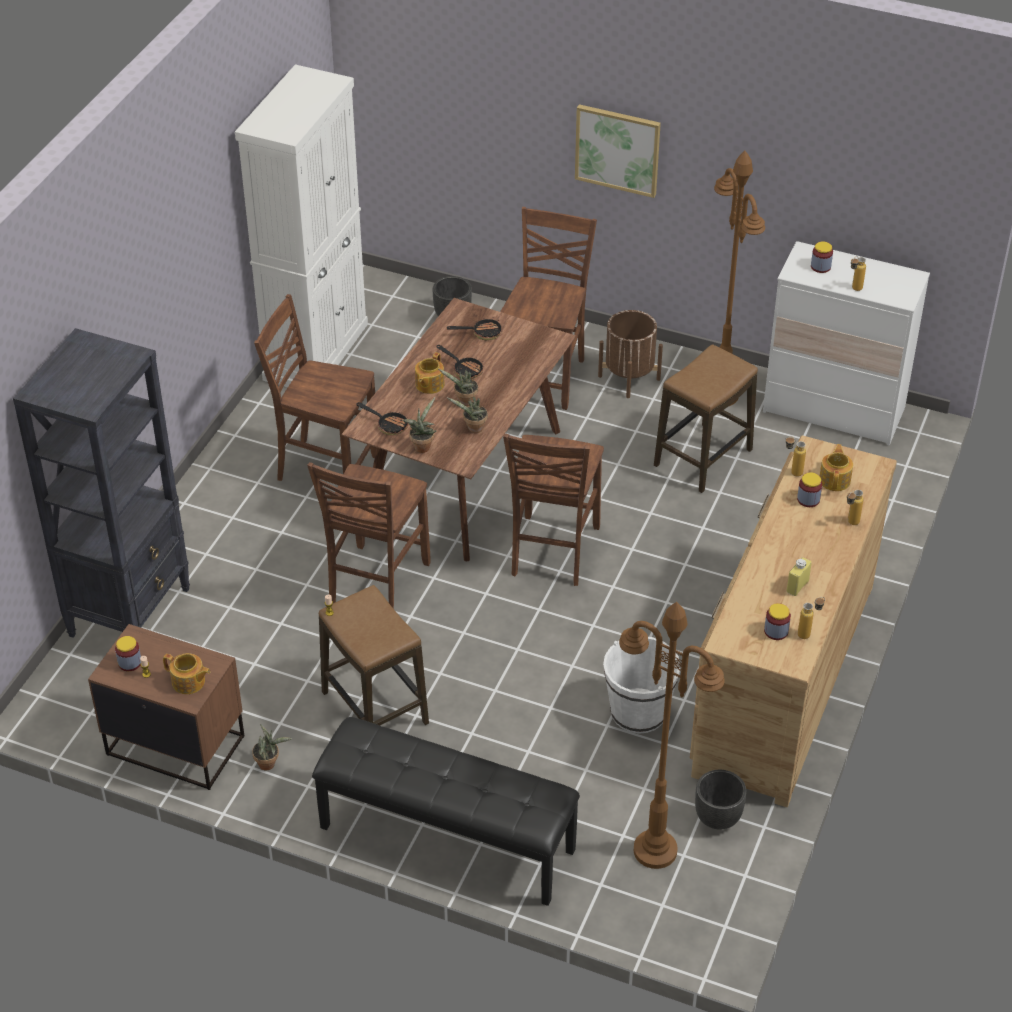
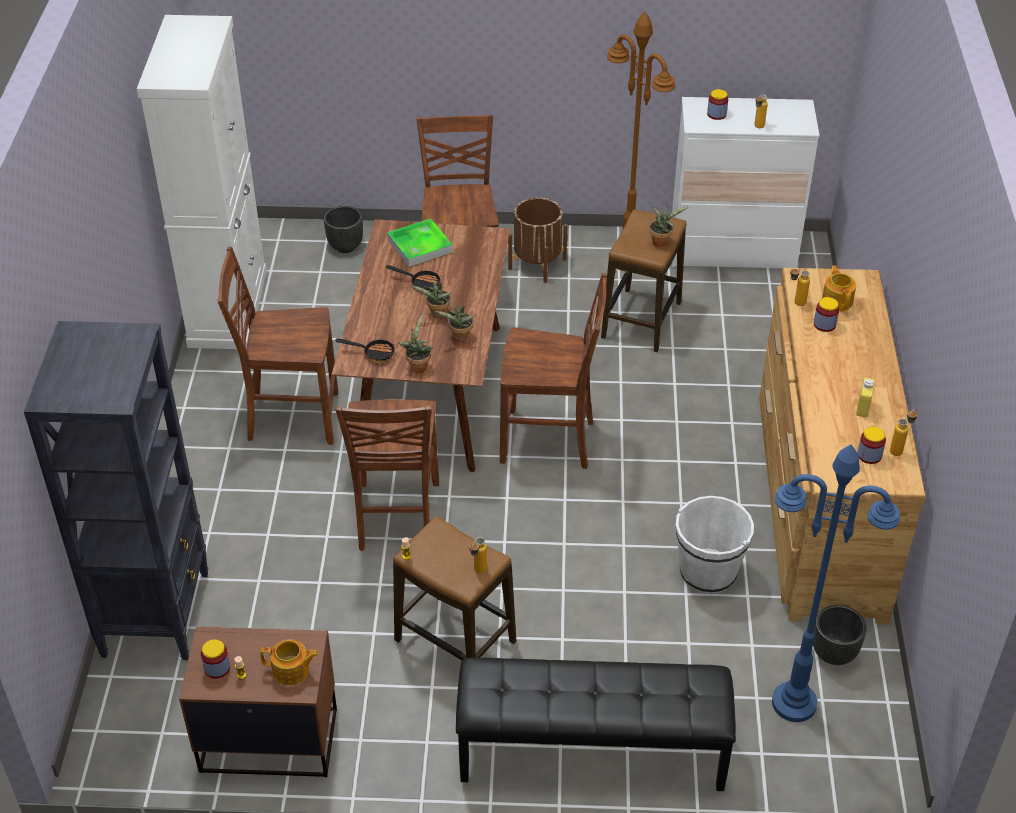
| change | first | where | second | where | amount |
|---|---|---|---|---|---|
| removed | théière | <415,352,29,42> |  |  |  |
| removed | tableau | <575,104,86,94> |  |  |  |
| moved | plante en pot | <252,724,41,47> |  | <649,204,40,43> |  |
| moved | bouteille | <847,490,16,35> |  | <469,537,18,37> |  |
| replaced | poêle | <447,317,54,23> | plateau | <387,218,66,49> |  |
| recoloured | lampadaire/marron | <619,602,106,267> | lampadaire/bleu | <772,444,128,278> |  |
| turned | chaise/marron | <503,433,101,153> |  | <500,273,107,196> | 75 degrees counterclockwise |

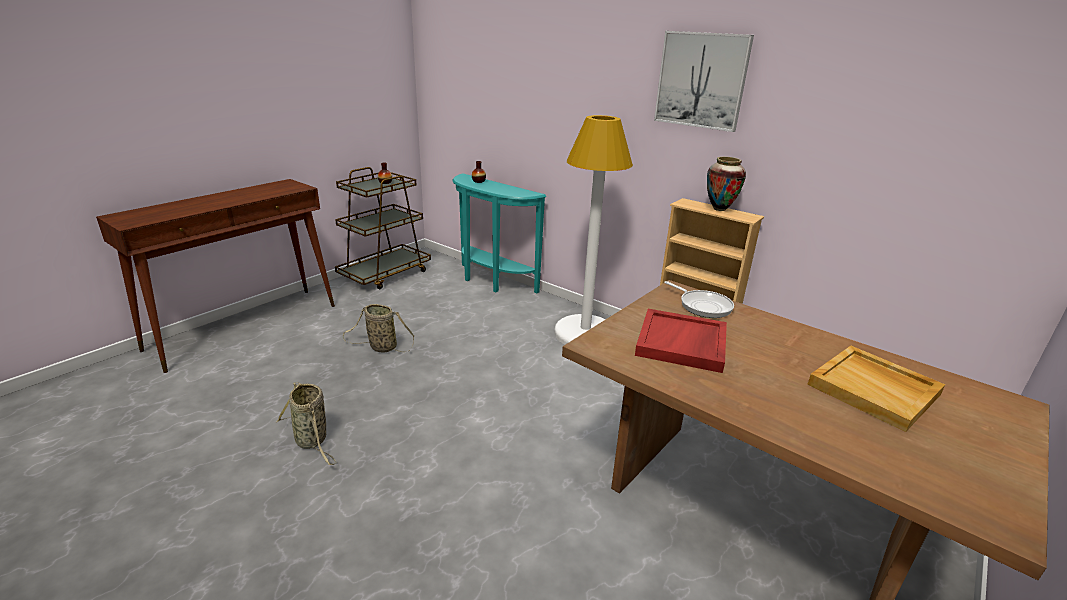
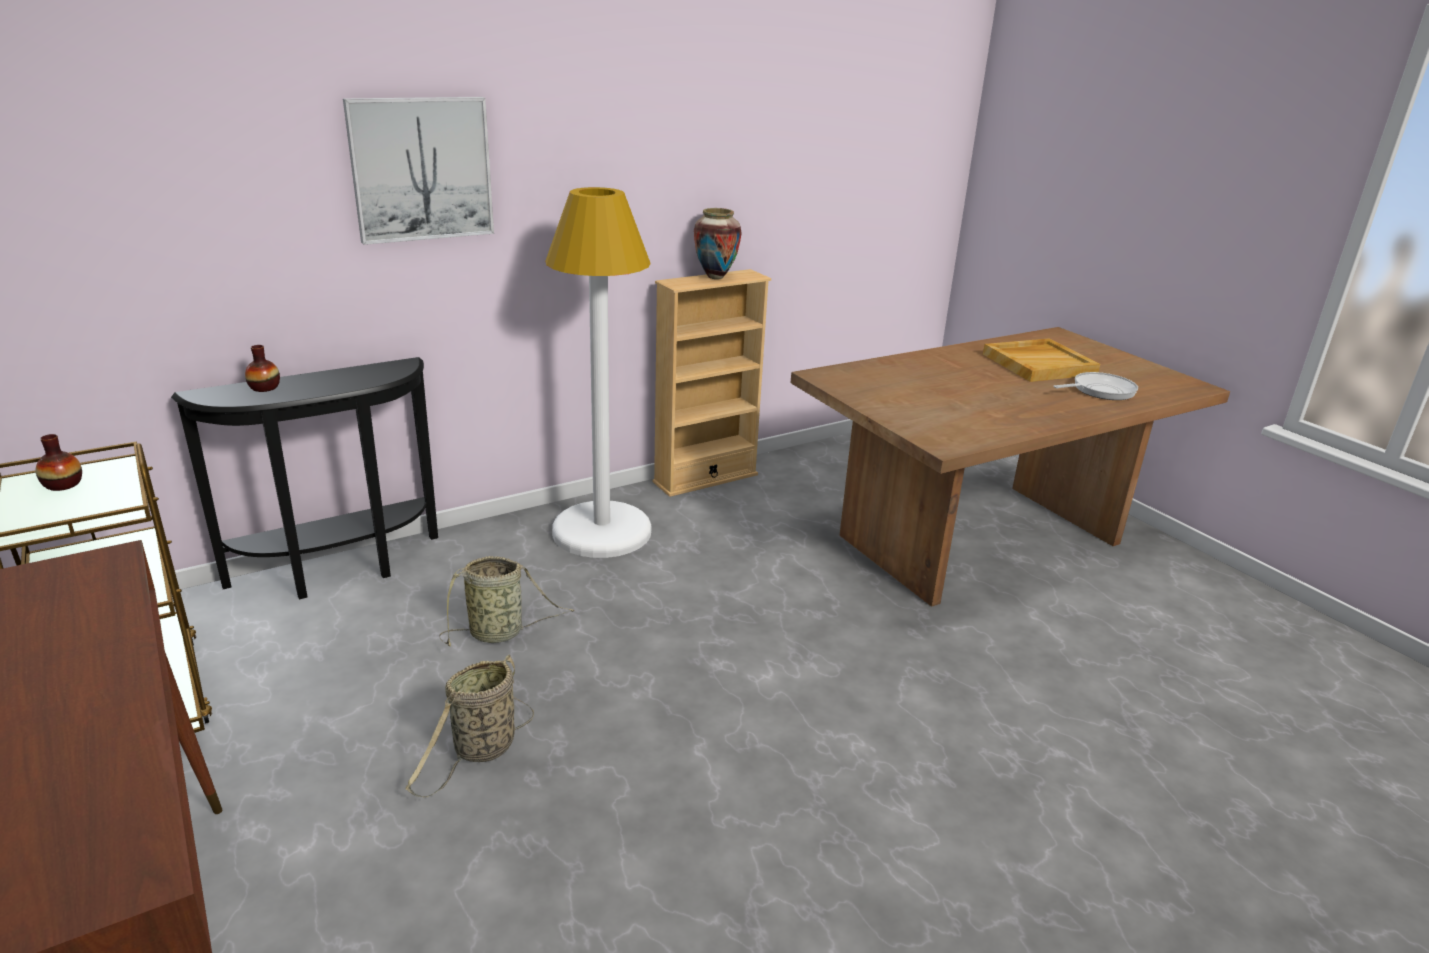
| change | first | where | second | where | amount |
|---|---|---|---|---|---|
| removed | plateau/rouge | <635,309,92,64> |  |  |  |
| moved | panier | <276,382,61,83> |  | <439,556,136,90> |  |
| moved | tableau | <654,31,100,101> |  | <343,97,151,148> |  |
| moved | poêle | <664,281,70,37> |  | <1054,372,84,28> |  |
| recoloured | table console/turquoise | <452,173,94,120> | table console/noir | <171,357,267,242> |  |

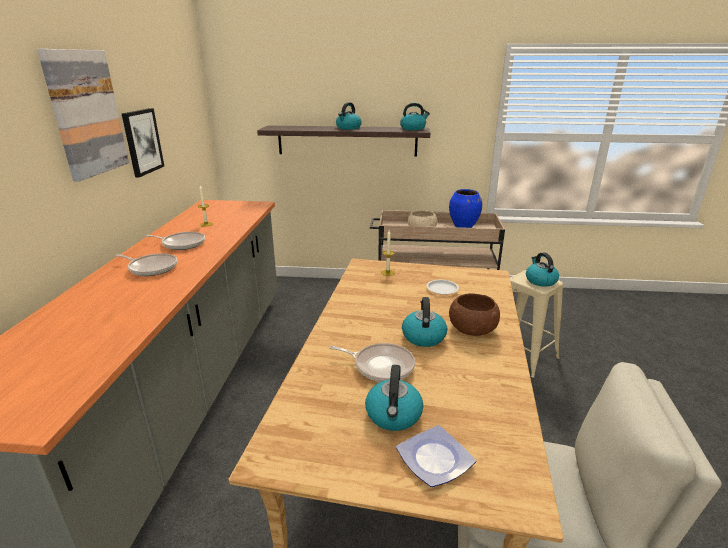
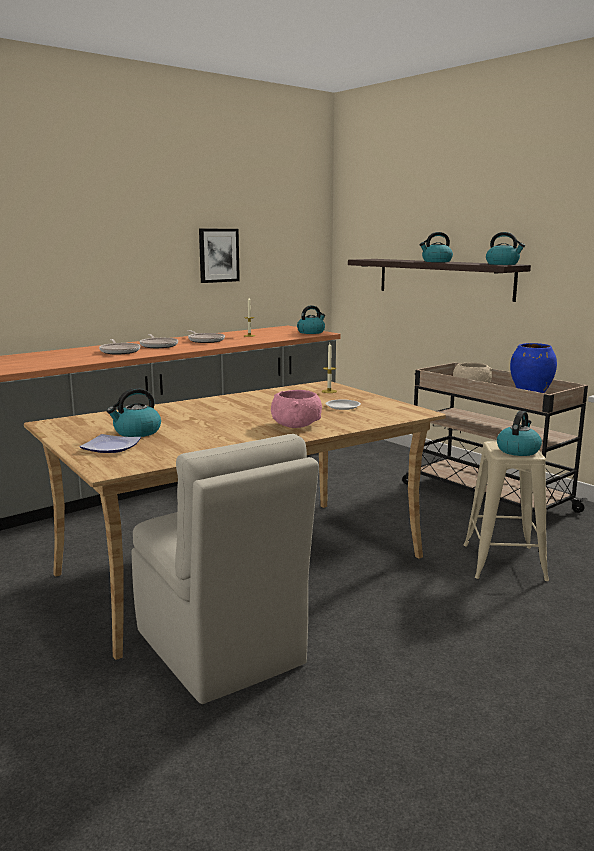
| change | first | where | second | where | amount |
|---|---|---|---|---|---|
| removed | tableau | <37,49,92,132> |  |  |  |
| moved | poêle | <329,343,86,39> |  | <99,339,41,15> |  |
| moved | bouilloire | <402,297,45,50> |  | <297,305,28,29> |  |
| recoloured | bol/marron | <449,293,51,43> | bol/rose | <271,390,51,38> |  |

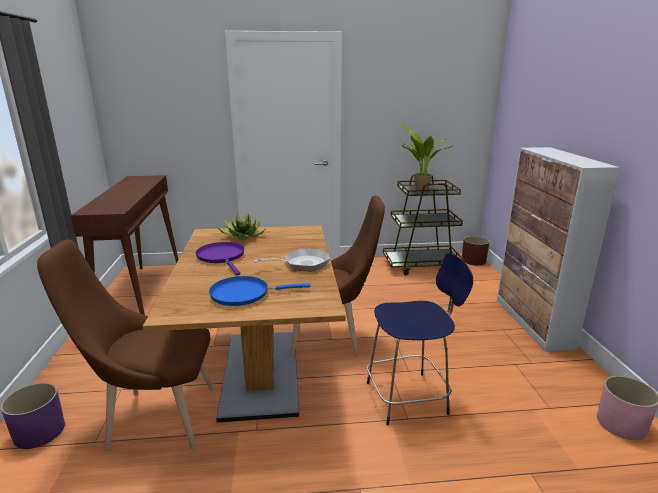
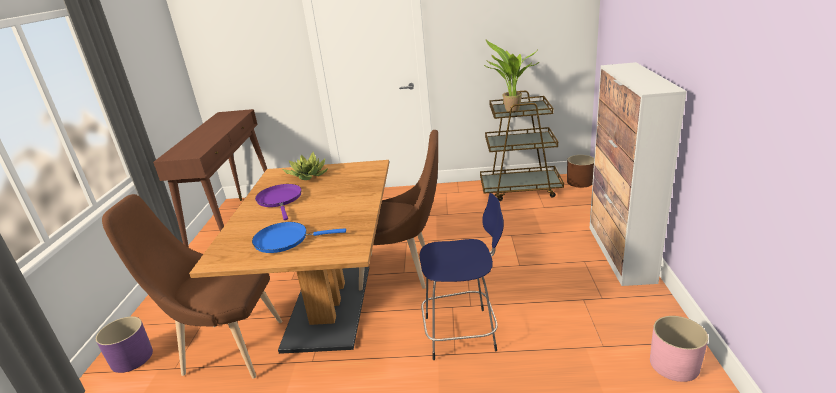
| change | first | where | second | where | amount |
|---|---|---|---|---|---|
| removed | poêle | <253,249,77,22> |  |  |  |

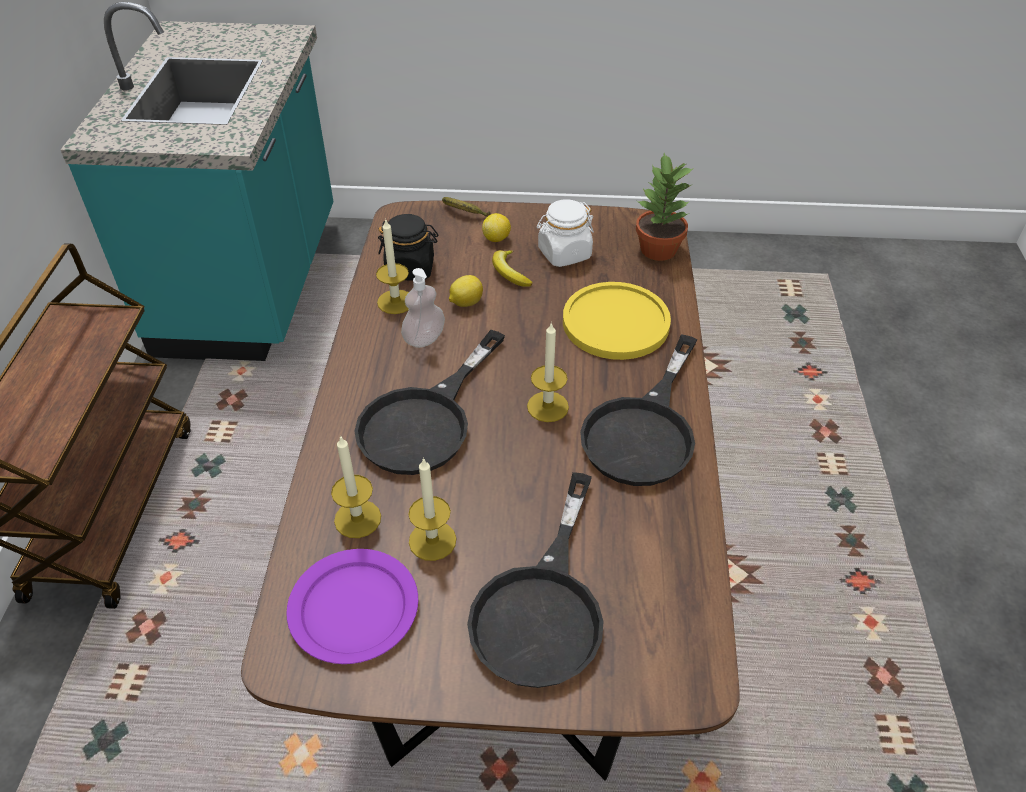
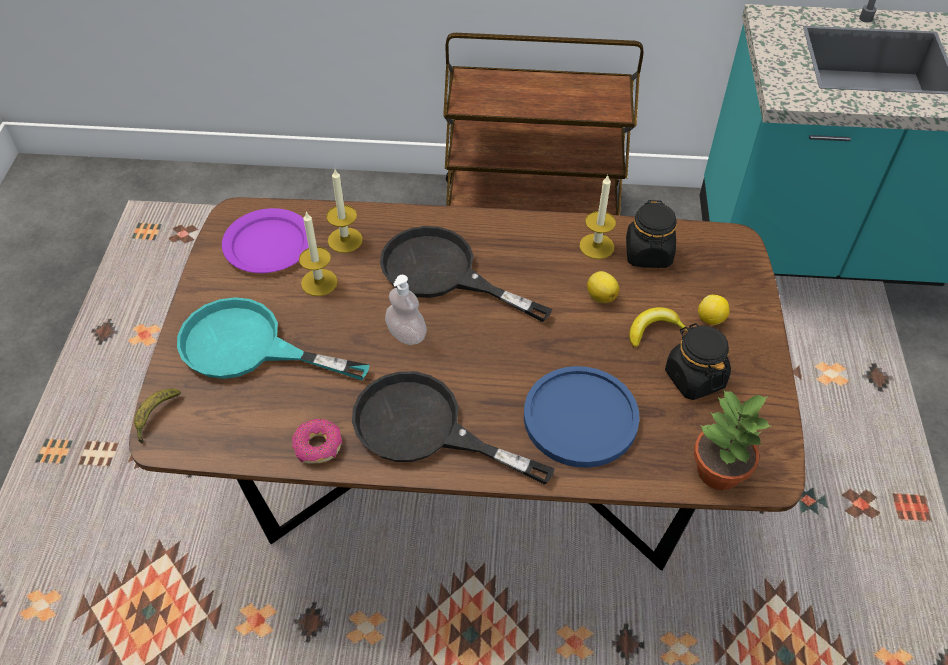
| change | first | where | second | where | amount |
|---|---|---|---|---|---|
| removed | bougie | <527,322,42,100> |  |  |  |
| added |  |  | beignet | <292,419,51,45> |  |
| moved | distributeur de savon | <401,268,44,80> |  | <385,275,42,70> |  |
| moved | banane | <442,197,49,20> |  | <134,388,47,56> |  |
| recoloured | poêle/noir | <467,472,137,216> | poêle/turquoise | <177,297,193,83> |  |
| recoloured | bocal/blanc | <537,199,57,68> | bocal/noir | <665,323,66,77> |  |
| recoloured | assiette/jaune | <563,282,108,78> | assiette/bleu | <524,366,116,102> |  |

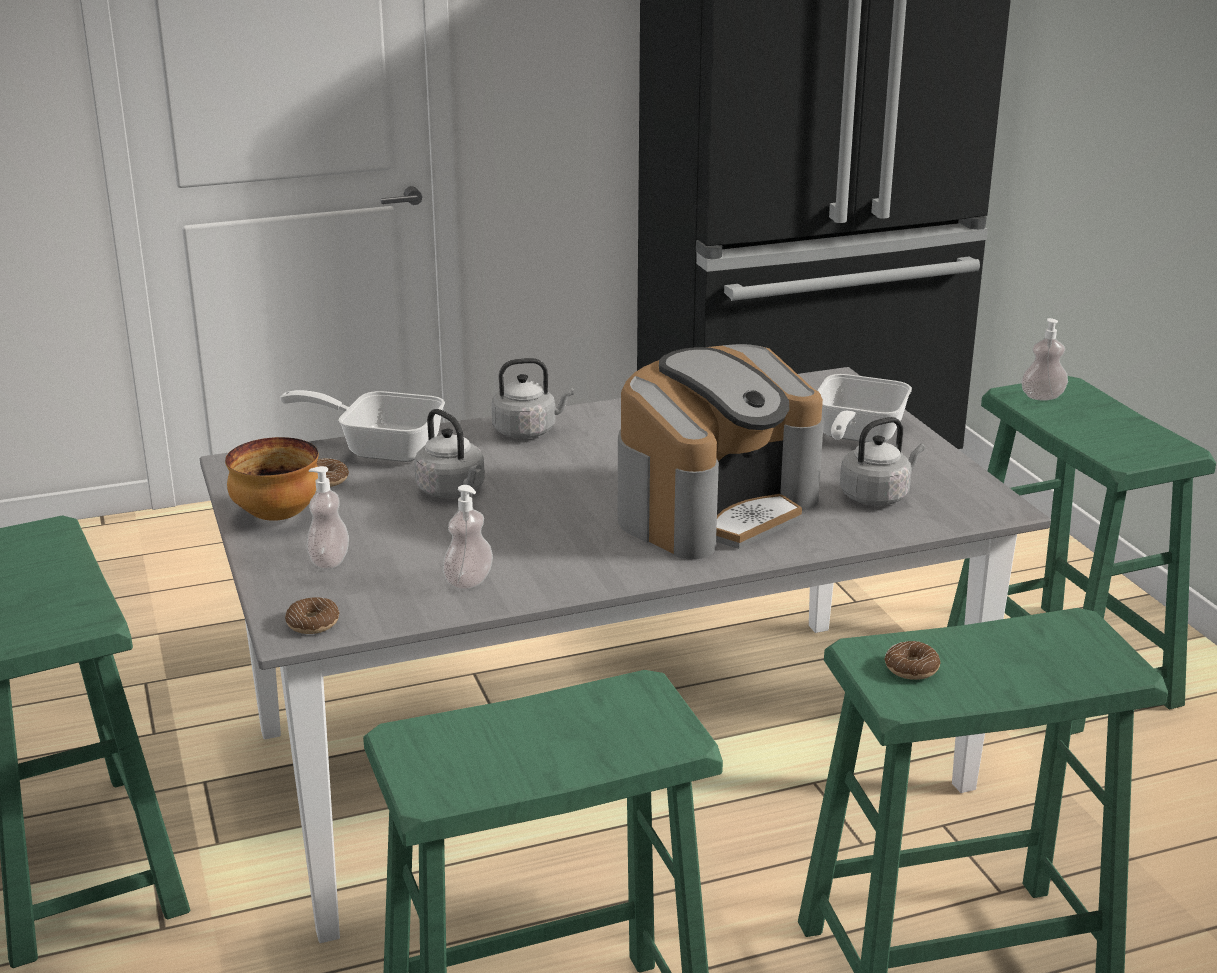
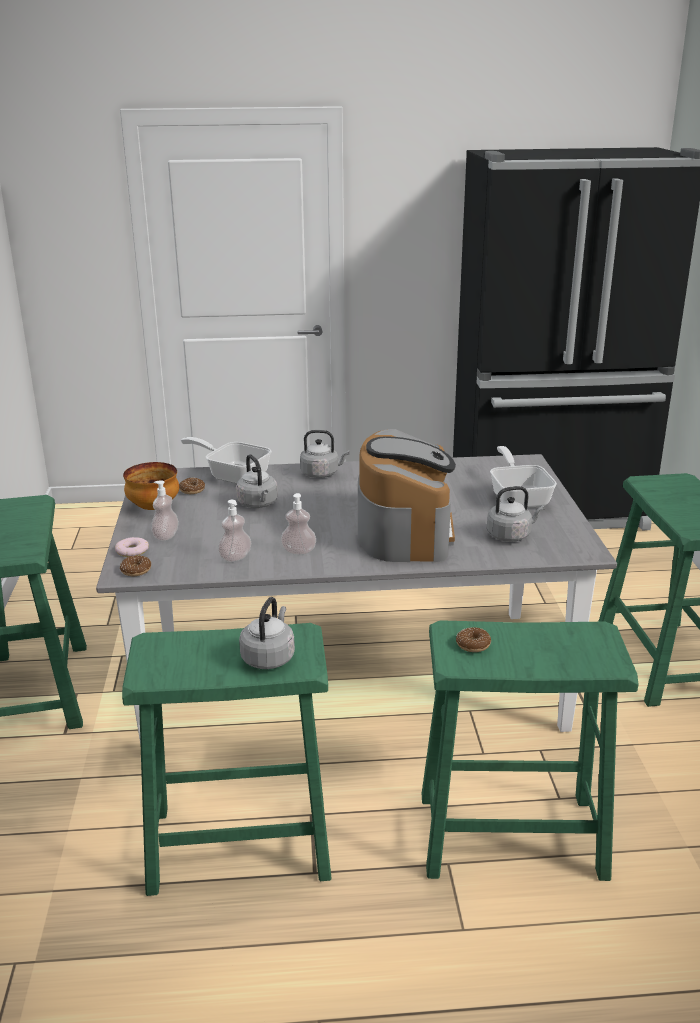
| change | first | where | second | where | amount |
|---|---|---|---|---|---|
| added |  |  | beignet | <115,537,34,20> |  |
| added |  |  | bouilloire/gris | <239,597,56,72> |  |
| moved | distributeur de savon | <1021,318,47,83> |  | <281,493,35,62> |  |
| turned | machine à café | <618,344,206,215> |  | <358,429,98,133> | 60 degrees counterclockwise |
| turned | poêle | <817,374,95,68> |  | <490,446,67,62> | 135 degrees clockwise |

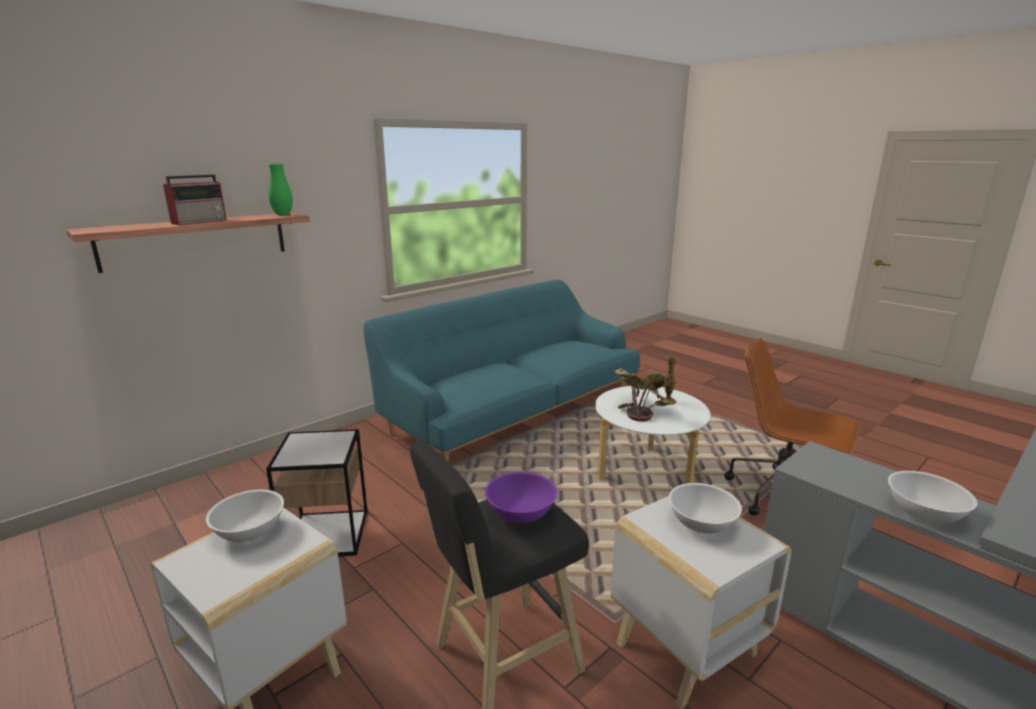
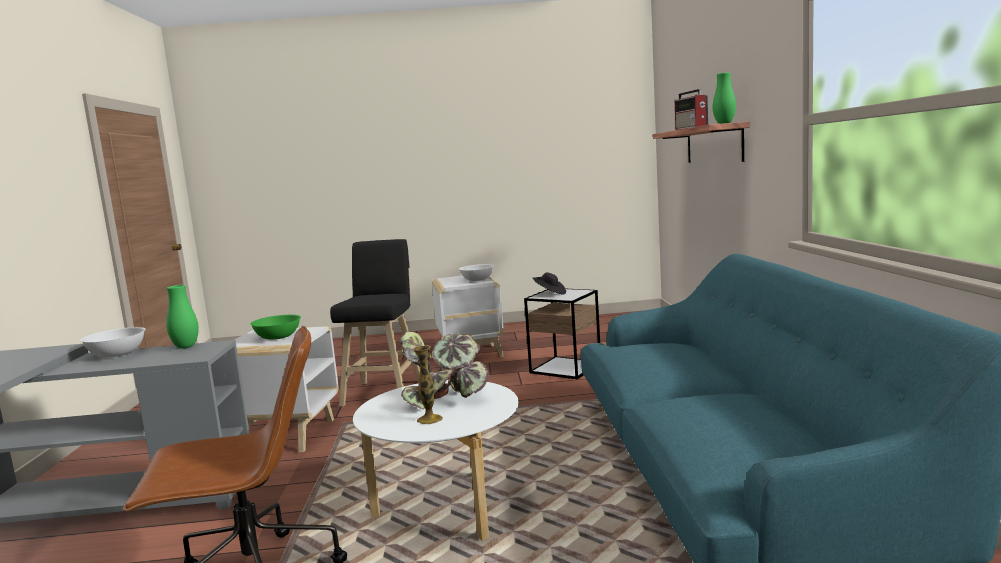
| change | first | where | second | where | amount |
|---|---|---|---|---|---|
| removed | bol/violet | <485,472,72,51> |  |  |  |
| added |  |  | vase/vert | <166,285,33,63> |  |
| added |  |  | chapeau/noir | <533,273,33,22> |  |
| recoloured | bol/blanc | <669,483,73,51> | bol/vert | <250,315,51,25> |  |

